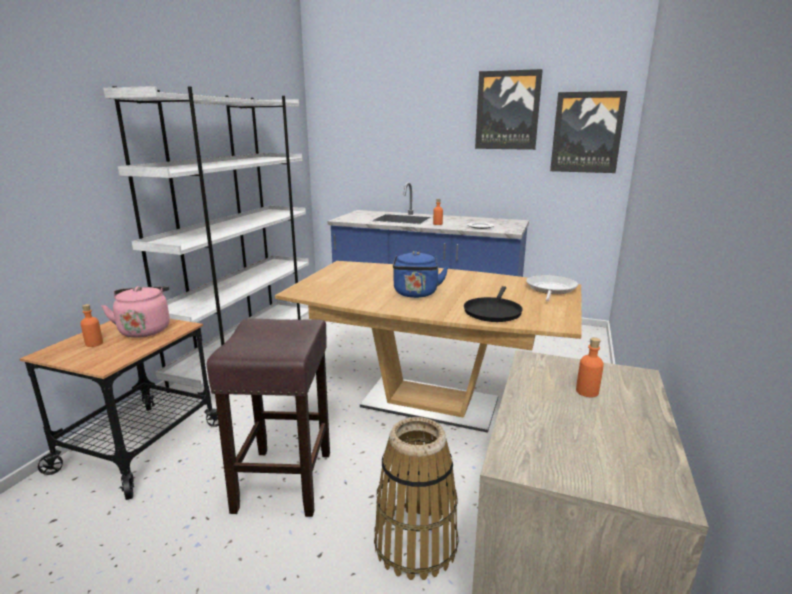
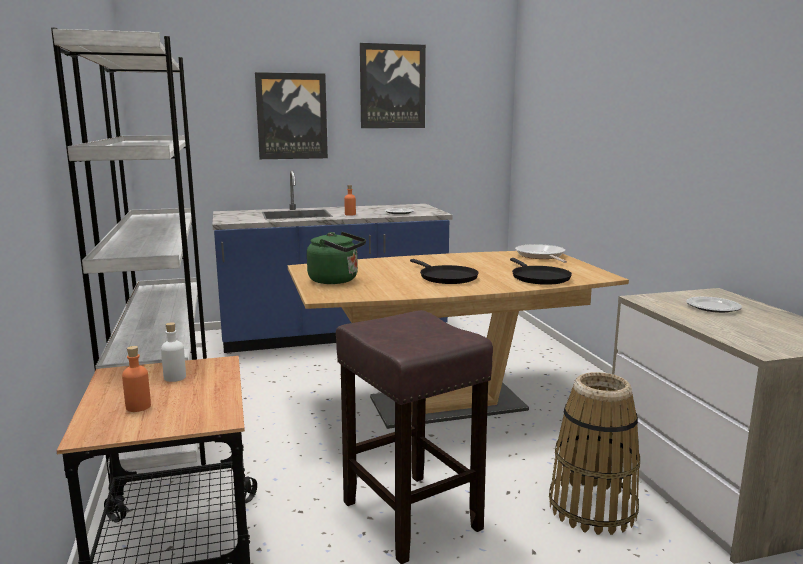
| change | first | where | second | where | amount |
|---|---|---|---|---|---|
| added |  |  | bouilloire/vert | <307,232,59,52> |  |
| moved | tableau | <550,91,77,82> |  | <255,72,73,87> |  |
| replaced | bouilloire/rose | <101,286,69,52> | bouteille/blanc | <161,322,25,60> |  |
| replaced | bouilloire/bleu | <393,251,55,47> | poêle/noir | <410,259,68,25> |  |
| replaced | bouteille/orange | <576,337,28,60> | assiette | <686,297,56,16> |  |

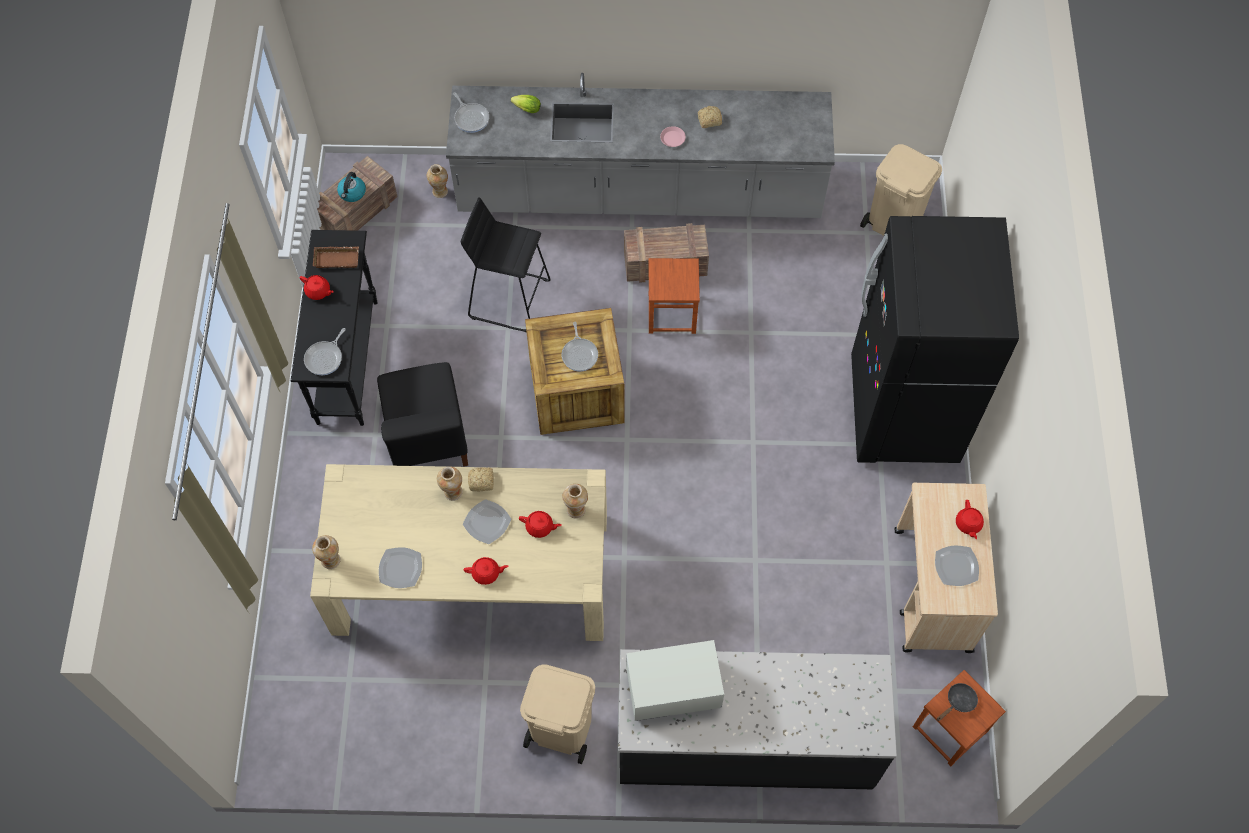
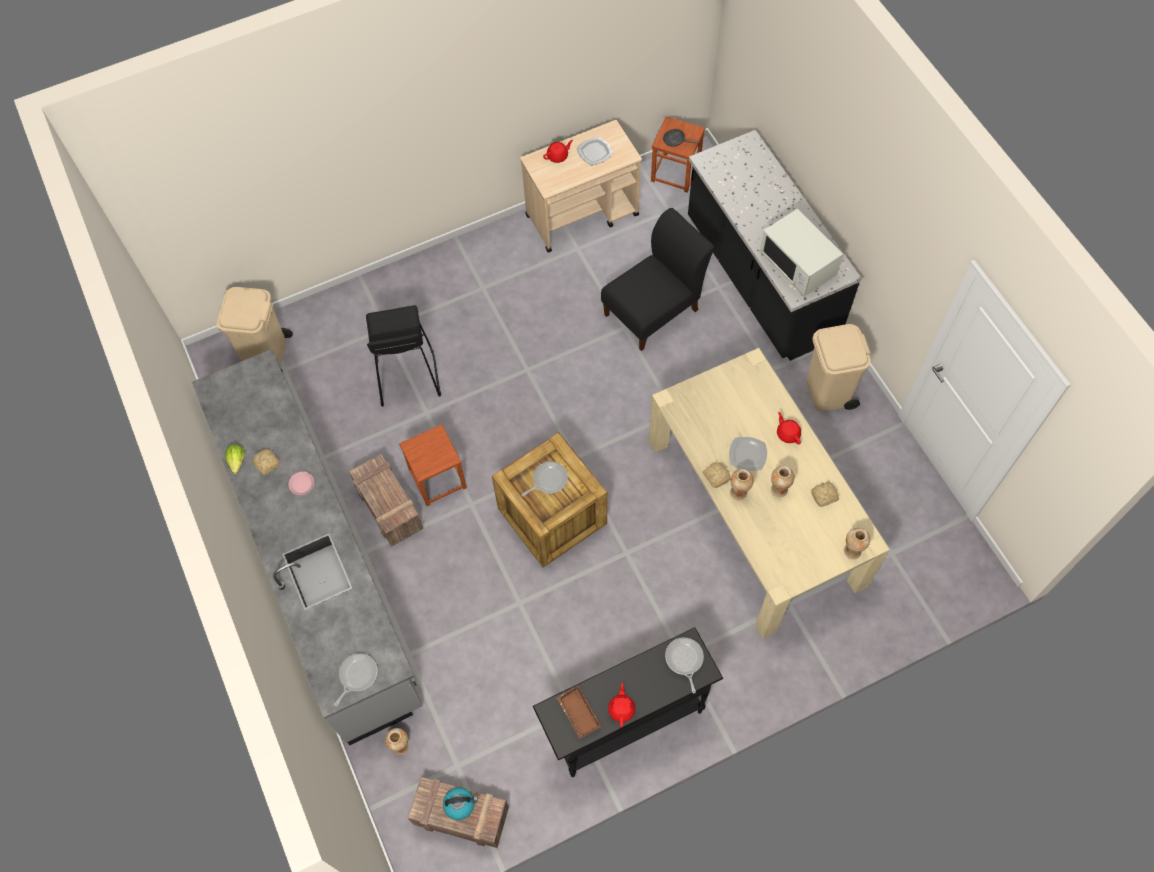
| change | first | where | second | where | amount |
|---|---|---|---|---|---|
| removed | théière/rouge | <519,511,43,27> |  |  |  |
| removed | réfrigérateur/noir | <851,216,168,247> |  |  |  |
| moved | chaise/noir | <377,362,91,105> |  | <601,208,113,143> |  |
| moved | tabouret/noir | <461,197,89,135> |  | <366,305,75,102> |  |
| moved | laitue | <511,95,30,18> |  | <225,444,19,30> |  |
| moved | vase | <563,484,25,35> |  | <771,466,24,31> |  |
| replaced | assiette | <379,547,43,41> | pain | <811,482,28,25> |  |
| turned | poêle | <304,328,41,47> |  | <665,637,39,56> | 105 degrees counterclockwise |

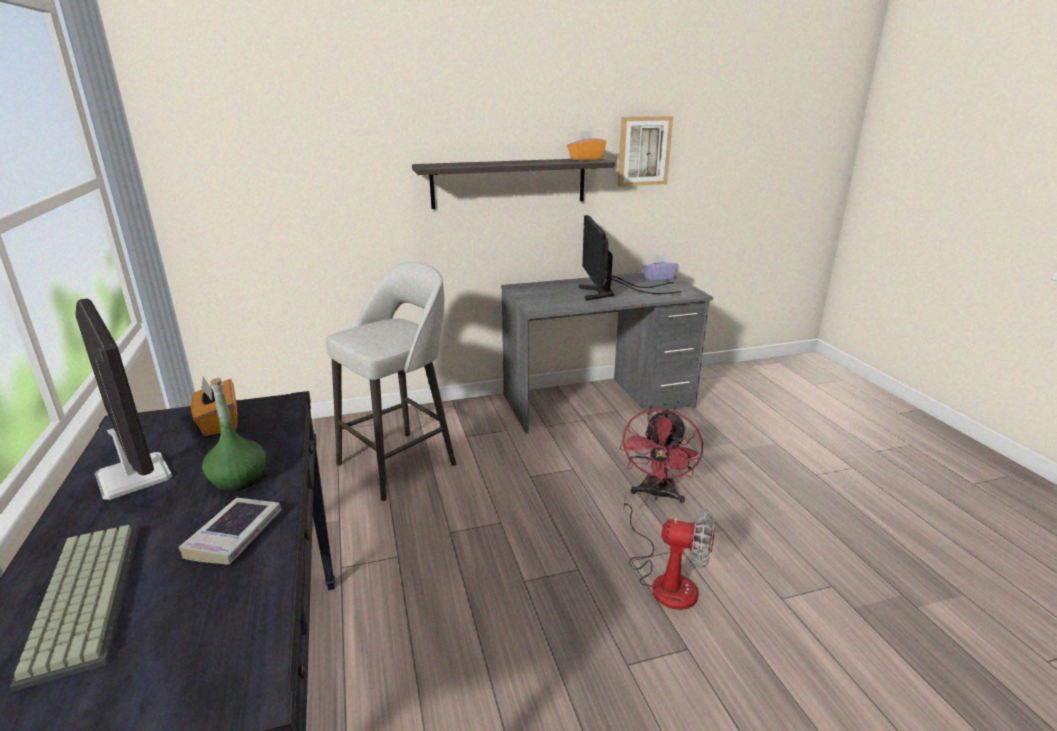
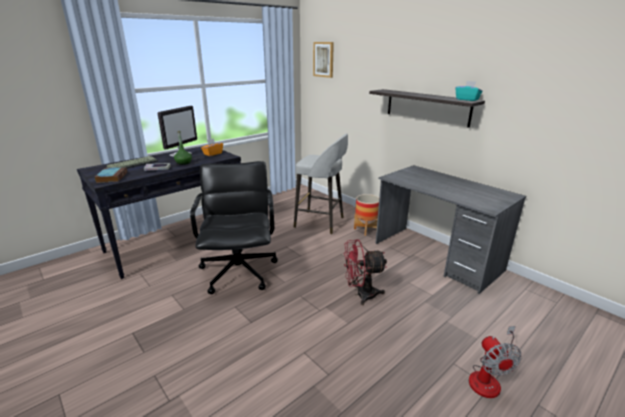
| change | first | where | second | where | amount |
|---|---|---|---|---|---|
| removed | écran d'ordinateur | <578,215,103,86> |  |  |  |
| removed | boîte à mouchoirs/violet | <642,254,36,28> |  |  |  |
| added |  |  | livre | <95,167,32,16> |  |
| added |  |  | chaise de bureau/noir | <190,161,88,133> |  |
| added |  |  | cache-pot | <354,194,25,42> |  |
| moved | tableau | <617,116,56,71> |  | <313,42,21,36> |  |
| moved | ventilateur | <623,493,91,117> |  | <469,326,52,72> |  |
| recoloured | boîte à mouchoirs/orange | <567,131,39,30> | boîte à mouchoirs/turquoise | <455,81,28,20> |  |

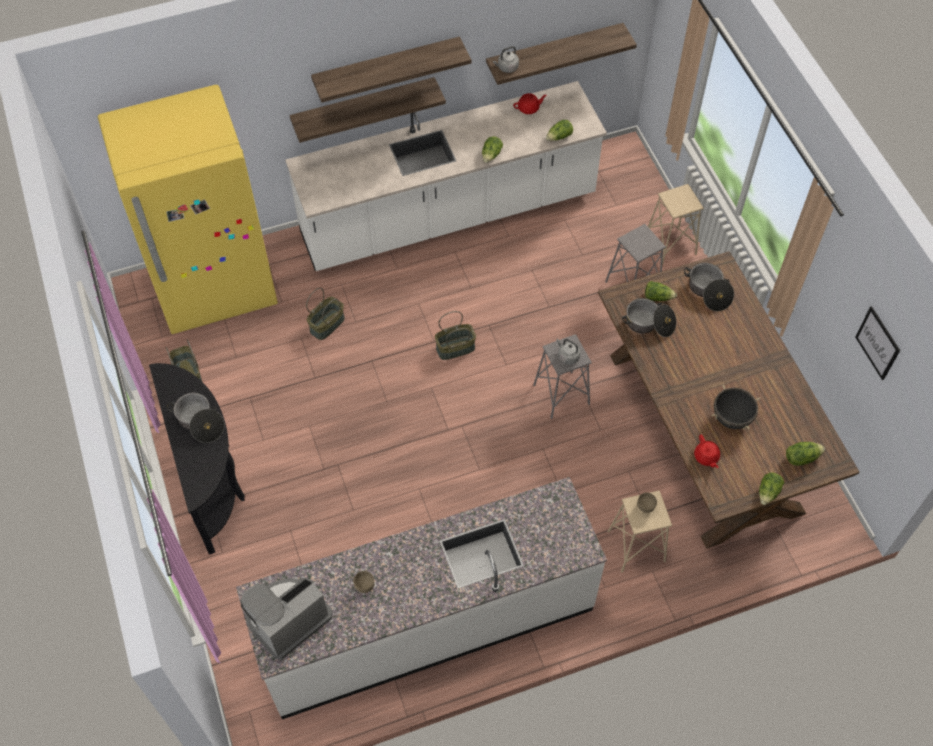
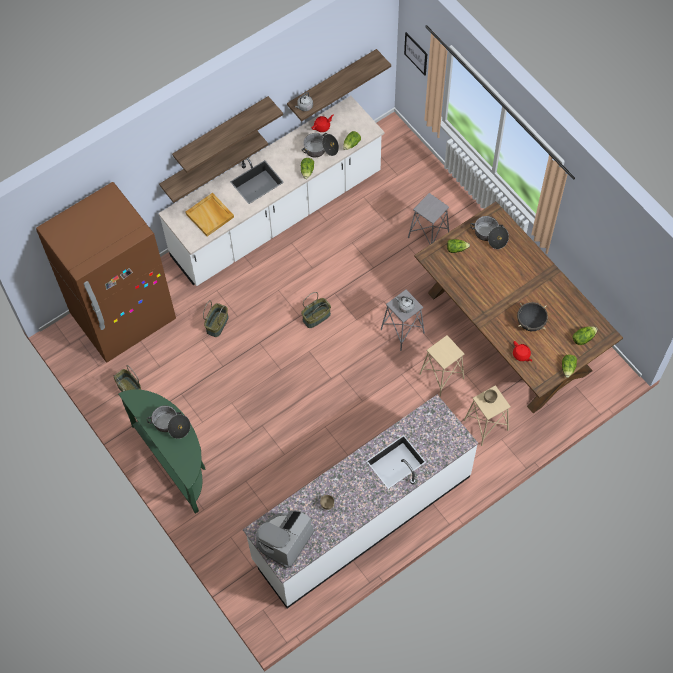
| change | first | where | second | where | amount |
|---|---|---|---|---|---|
| added |  |  | plateau/beige | <185,193,49,43> |  |
| moved | marmite | <622,298,54,39> |  | <301,133,38,24> |  |
| moved | tabouret/beige | <648,184,56,82> |  | <420,335,44,62> |  |
| moved | tableau | <855,306,45,74> |  | <404,32,23,44> |  |
| recoloured | réfrigérateur/jaune | <98,85,180,249> | réfrigérateur/marron | <36,182,140,181> |  |
| recoloured | table console/noir | <149,363,96,191> | table console/vert | <118,389,88,125> |  |

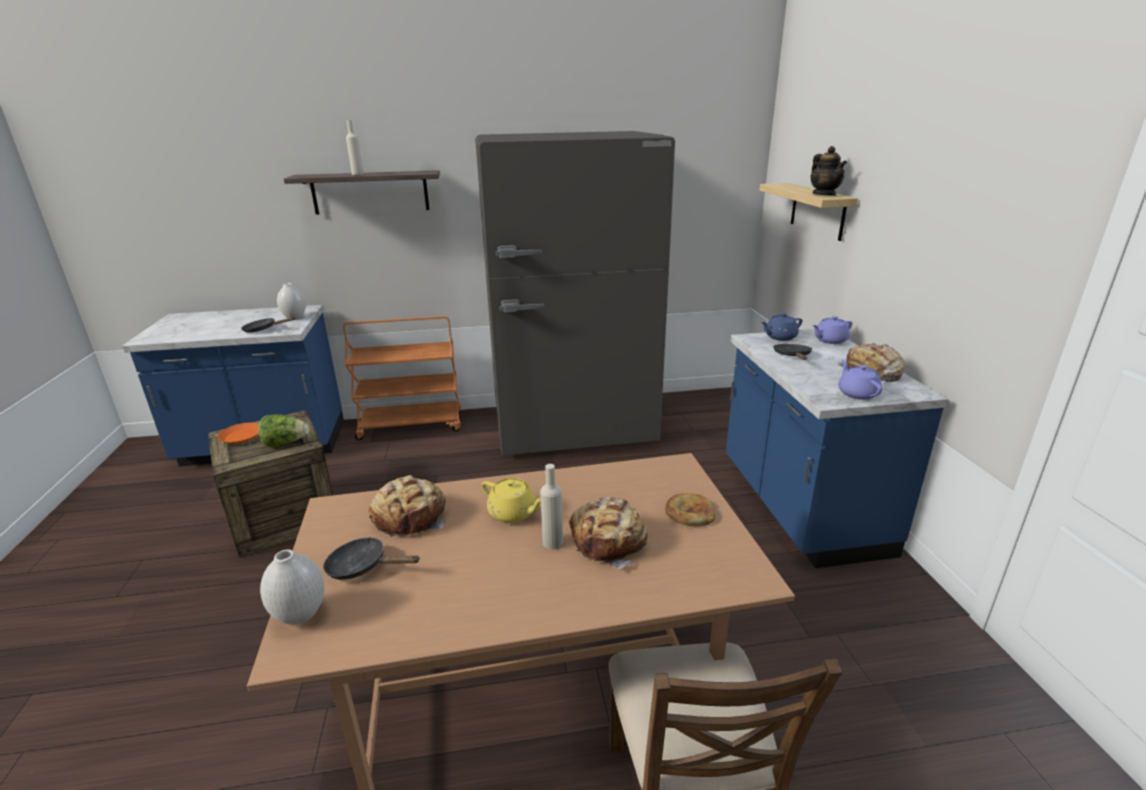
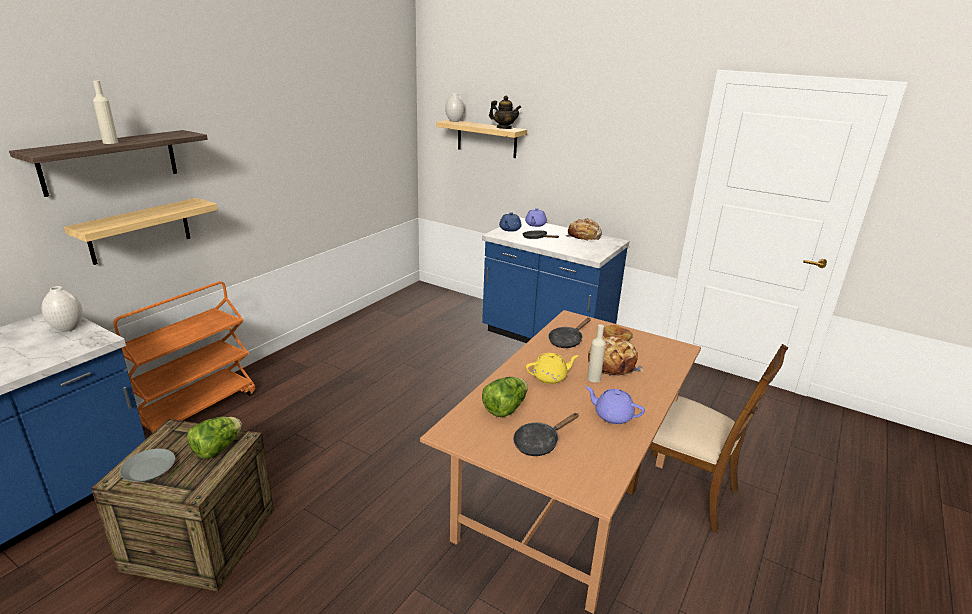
| change | first | where | second | where | amount |
|---|---|---|---|---|---|
| removed | réfrigérateur/gris | <475,131,200,325> |  |  |  |
| added |  |  | étagère | <64,198,154,67> |  |
| moved | poêle/noir | <241,317,54,16> |  | <548,318,43,30> |  |
| moved | vase/blanc | <260,549,65,76> |  | <445,93,20,29> |  |
| moved | théière/violet | <838,360,44,40> |  | <586,387,59,37> |  |
| replaced | pain | <369,475,77,62> | laitue | <482,377,46,40> |  |
| recoloured | assiette/orange | <217,423,42,21> | assiette/gris | <120,449,55,33> |  |

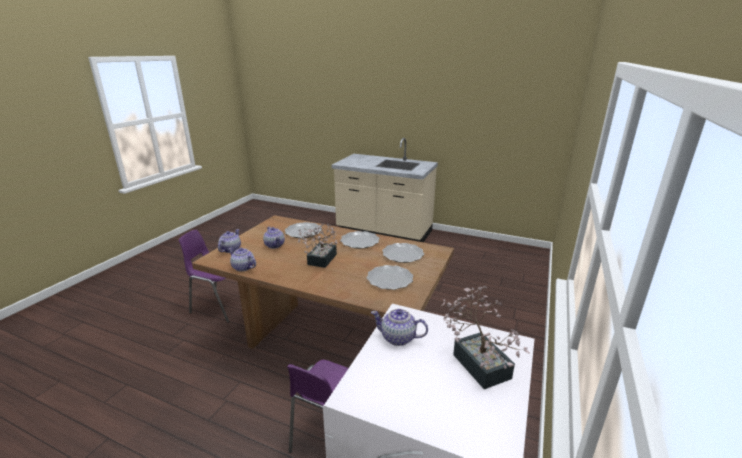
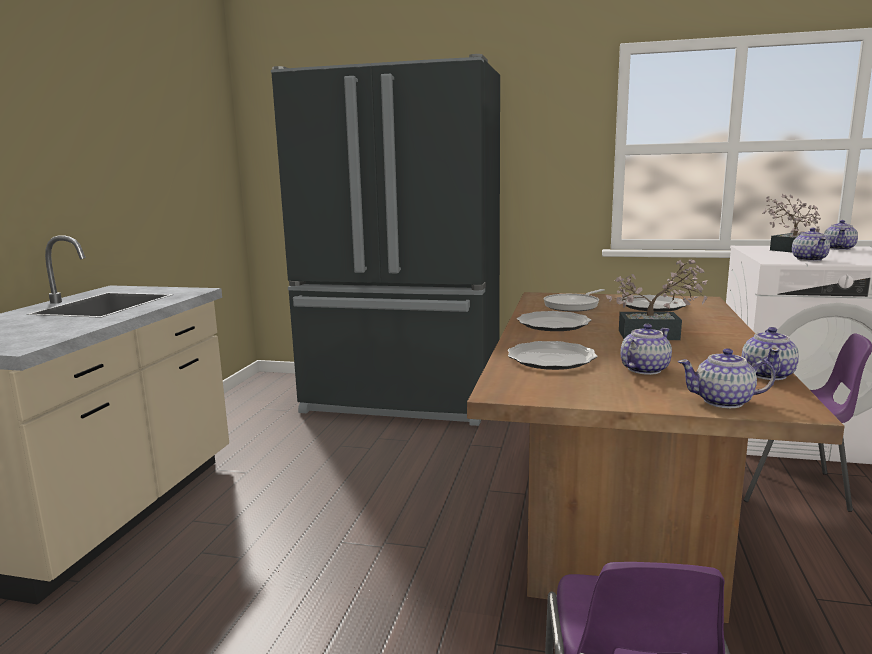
| change | first | where | second | where | amount |
|---|---|---|---|---|---|
| added |  |  | réfrigérateur/noir | <271,54,229,372> |  |
| added |  |  | théière | <824,220,34,30> |  |
| replaced | assiette | <382,243,42,20> | poêle | <544,289,61,23> |  |

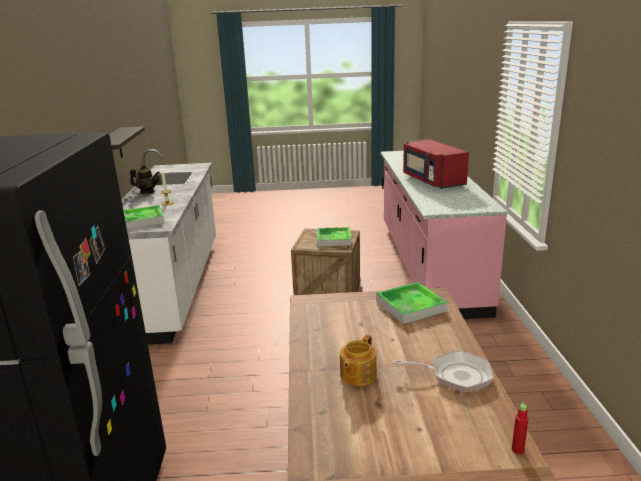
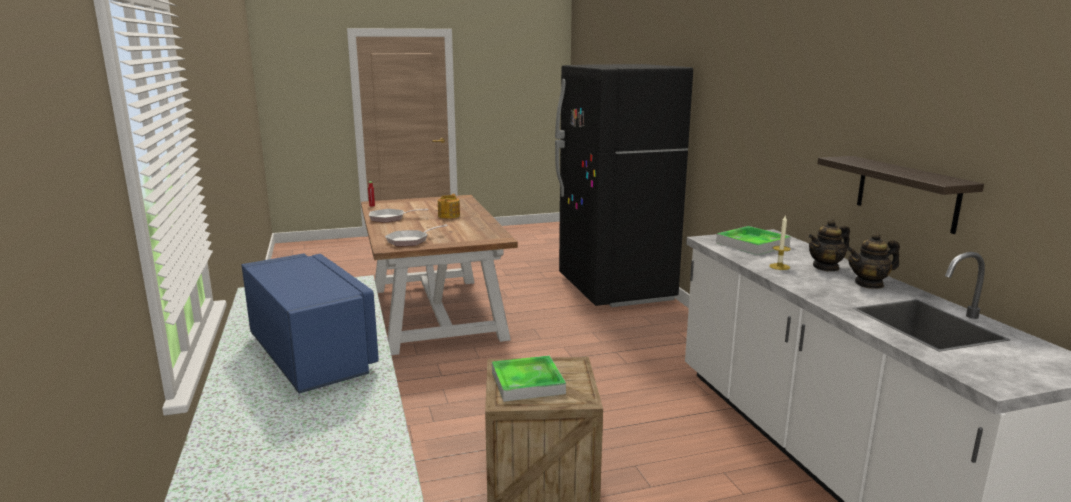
| change | first | where | second | where | amount |
|---|---|---|---|---|---|
| added |  |  | théière | <808,219,42,52> |  |
| replaced | plateau | <376,282,72,42> | poêle | <385,224,63,22> |  |
| recoloured | micro-ondes/rouge | <403,139,66,50> | micro-ondes/bleu | <242,254,137,140> |  |

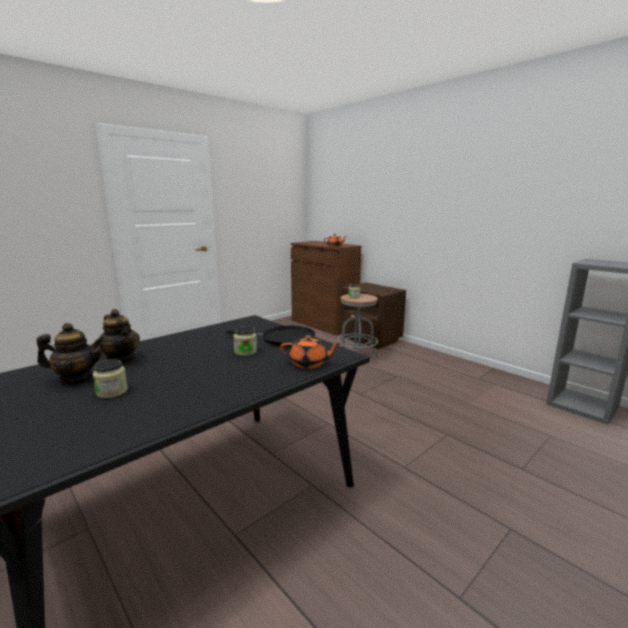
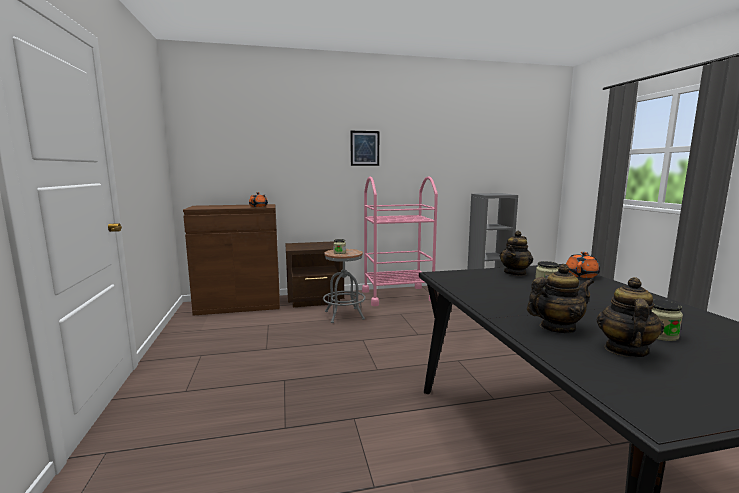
| change | first | where | second | where | amount |
|---|---|---|---|---|---|
| added |  |  | tableau | <350,131,29,35> |  |
| added |  |  | chariot/rose | <362,176,76,130> |  |
| replaced | poêle/noir | <226,325,90,22> | théière | <500,231,33,45> |  |

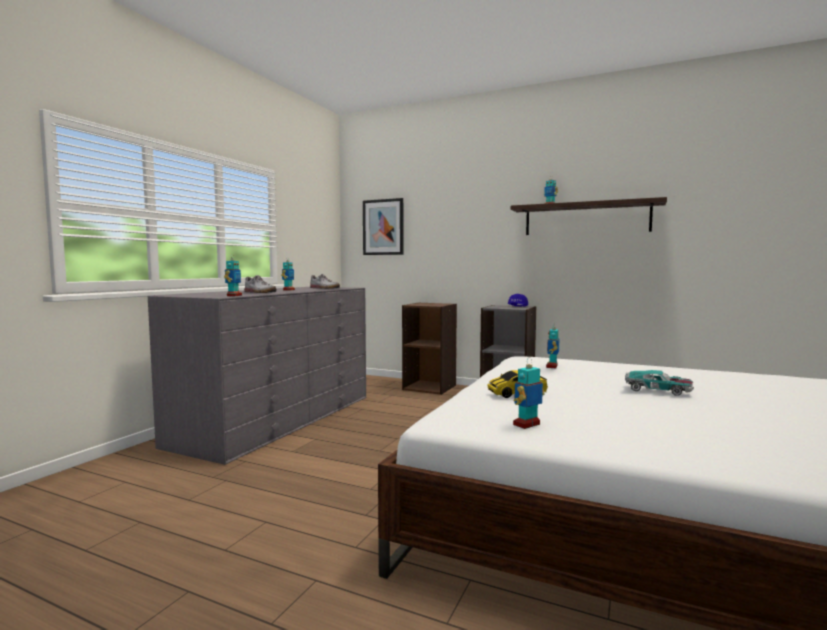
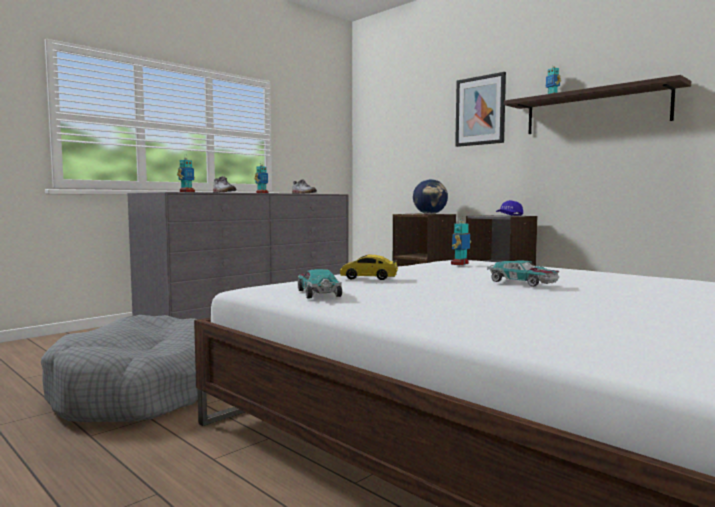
| change | first | where | second | where | amount |
|---|---|---|---|---|---|
| added |  |  | panier pour chien/gris | <41,315,157,107> |  |
| added |  |  | globe | <413,179,35,35> |  |
| moved | tableau | <363,198,40,57> |  | <455,72,51,75> |  |
| replaced | robot jouet | <513,357,32,72> | petite voiture | <298,269,44,30> |  |

